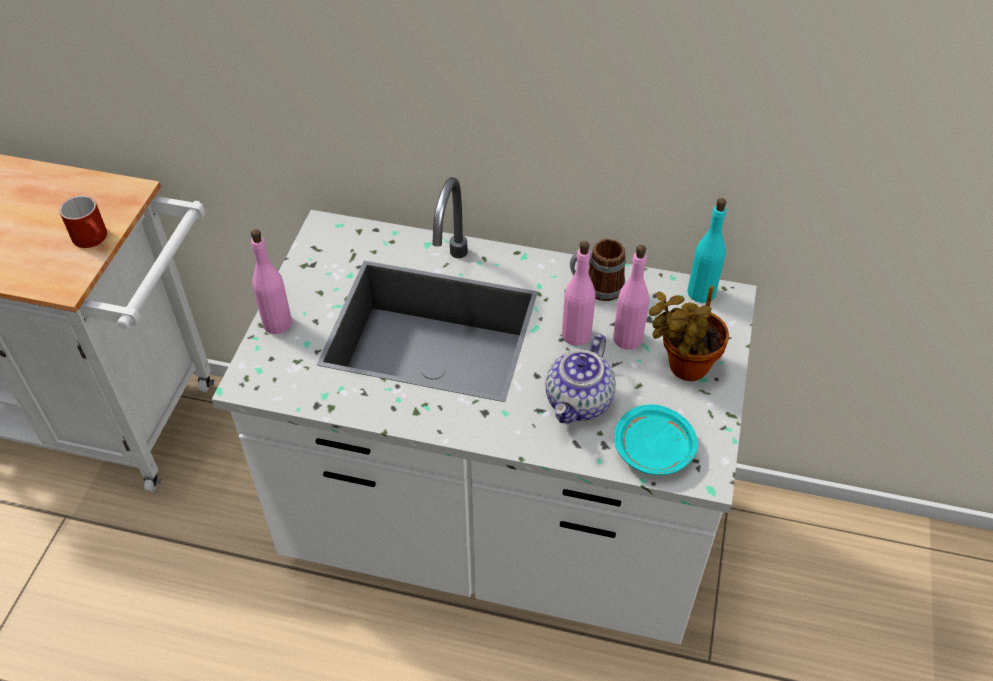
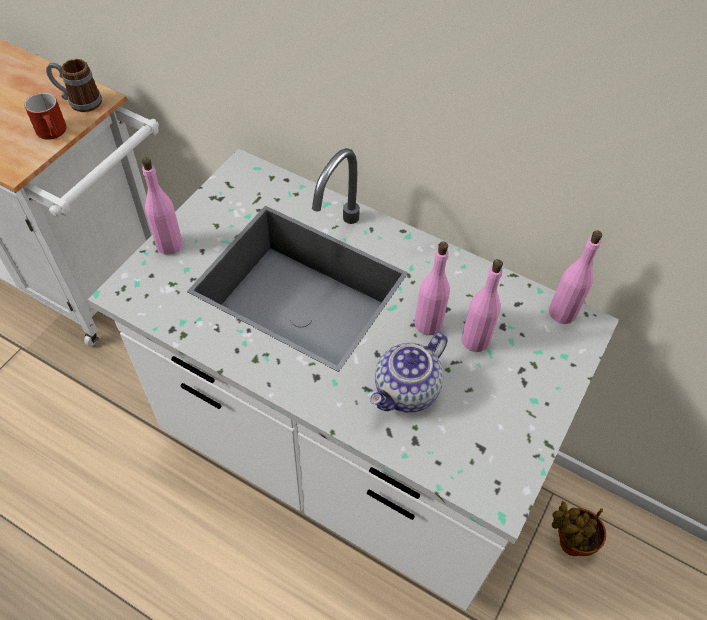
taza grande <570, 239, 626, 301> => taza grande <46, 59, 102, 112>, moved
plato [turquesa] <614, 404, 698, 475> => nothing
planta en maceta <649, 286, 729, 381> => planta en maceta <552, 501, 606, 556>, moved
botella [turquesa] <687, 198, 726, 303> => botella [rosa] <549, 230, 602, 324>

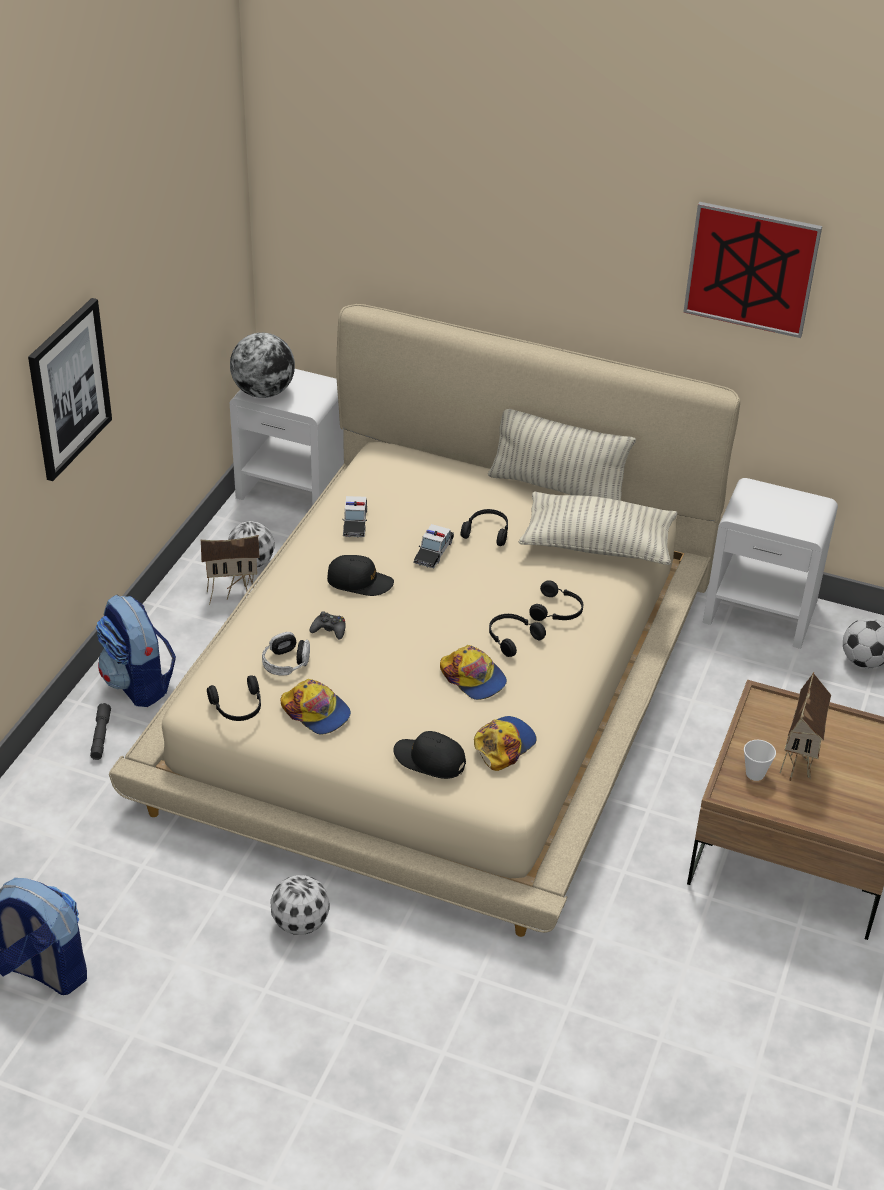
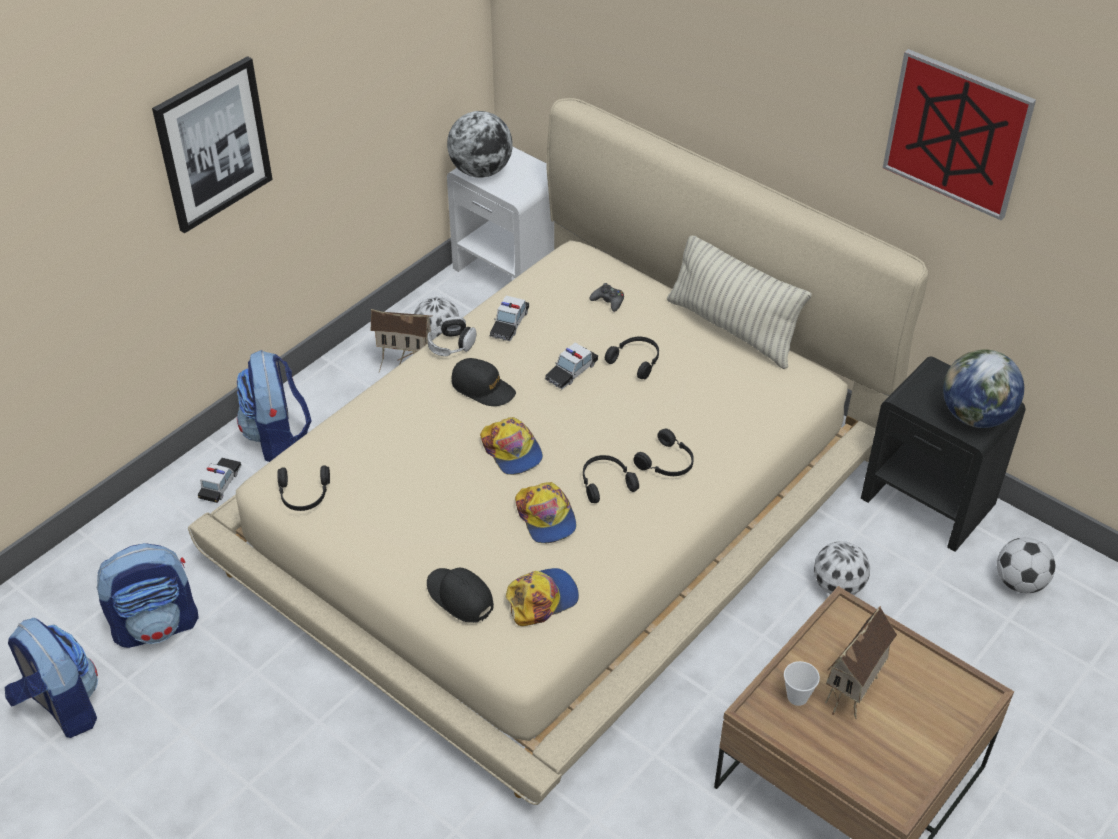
linterna [gris] <90, 703, 111, 760> => coche de juguete <198, 458, 242, 503>
auriculares <262, 632, 310, 676> => auriculares <427, 316, 476, 356>, moved
balón de fútbol <270, 875, 330, 935> => balón de fútbol <814, 542, 870, 595>, moved
gorra <280, 679, 351, 735> => gorra <480, 417, 543, 475>, moved
mando de consola [negro] <310, 611, 346, 640> => mando de consola [negro] <590, 283, 624, 312>, moved
cojín <519, 491, 677, 565> => nothing
mesita de noche [blanco] <703, 478, 838, 649> => mesita de noche [negro] <861, 357, 1025, 552>
nothing => mochila <96, 543, 199, 648>
nothing => globo terráqueo <943, 349, 1024, 428>

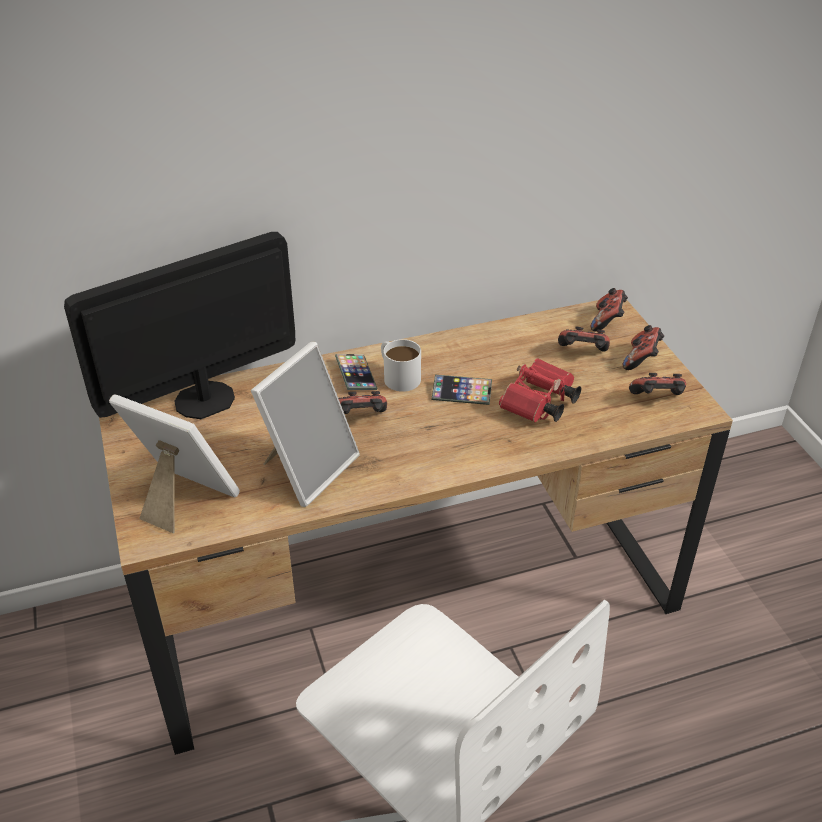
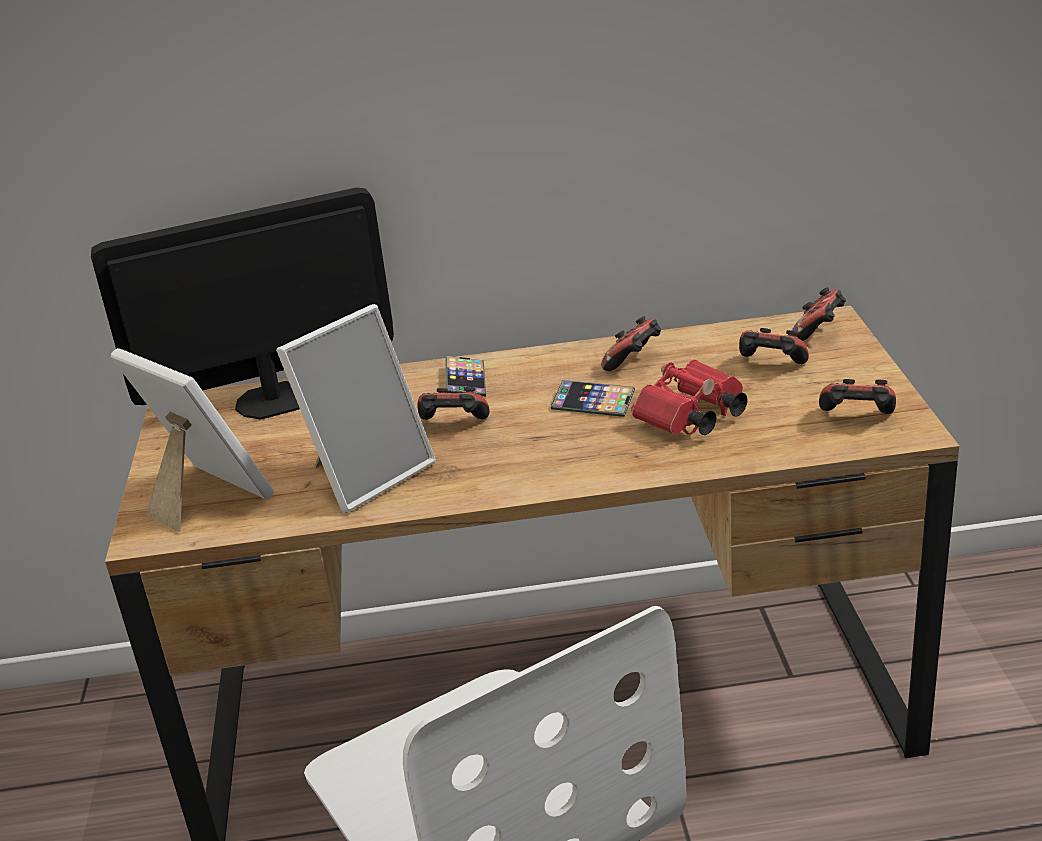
taza grande [blanco] <381, 339, 421, 392> => nothing
mando de consola <623, 325, 664, 370> => mando de consola <601, 316, 661, 371>, moved

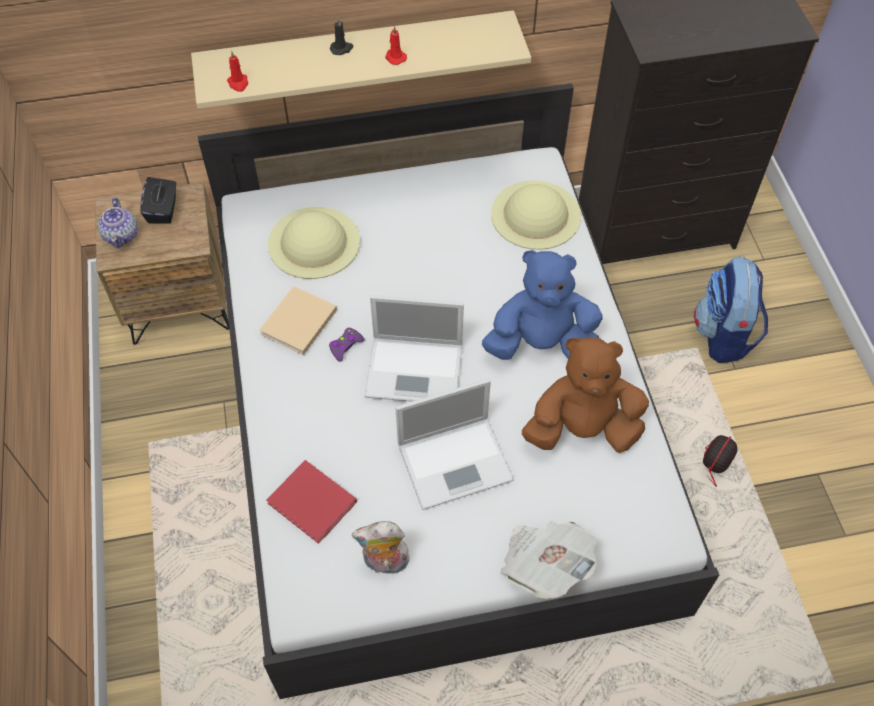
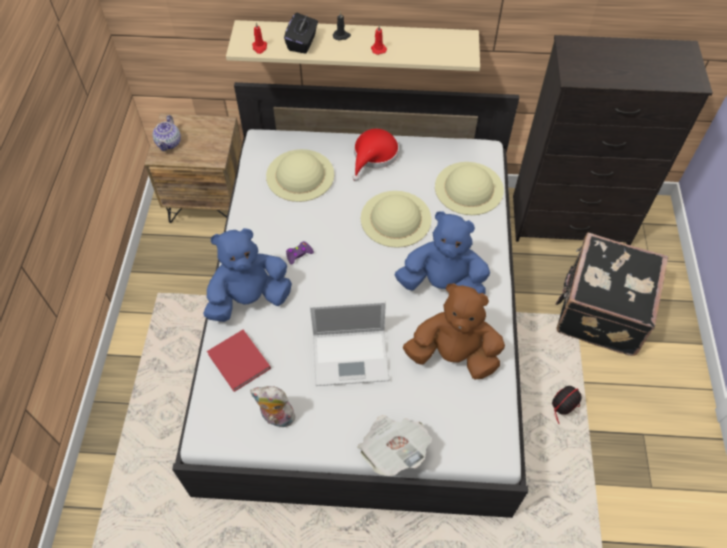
caja de pañuelos [negro] <140, 177, 176, 224> => caja de pañuelos [negro] <284, 13, 318, 54>, moved
libro [beis] <259, 286, 337, 355> => nothing
portátil <364, 295, 464, 402> => nothing
mochila <694, 257, 768, 363> => maleta [negro] <556, 233, 668, 356>
nothing => peluche [azul] <203, 228, 292, 322>
nothing => sombrero [rojo] <352, 129, 399, 181>
nothing => sombrero [beis] <361, 191, 432, 248>

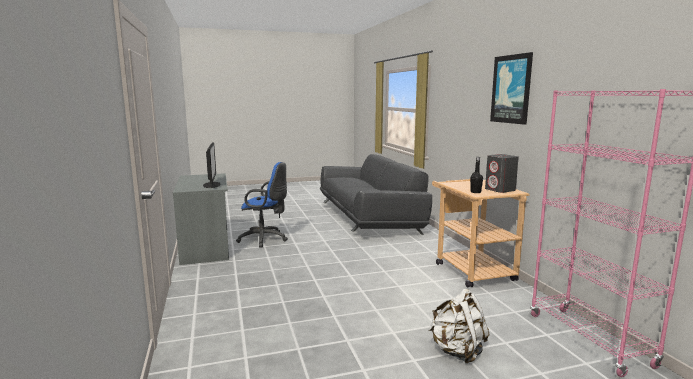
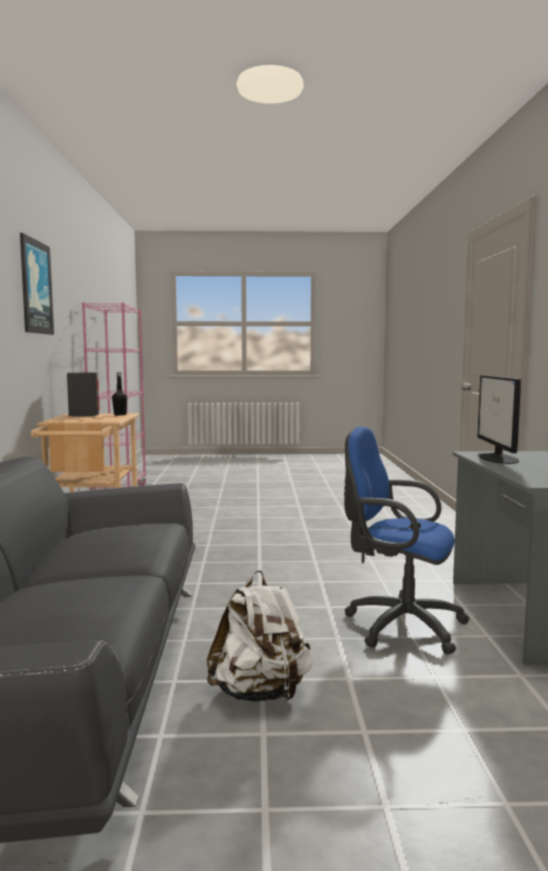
mochila [blanco] <428, 289, 490, 363> => mochila [blanco] <207, 570, 313, 702>, moved

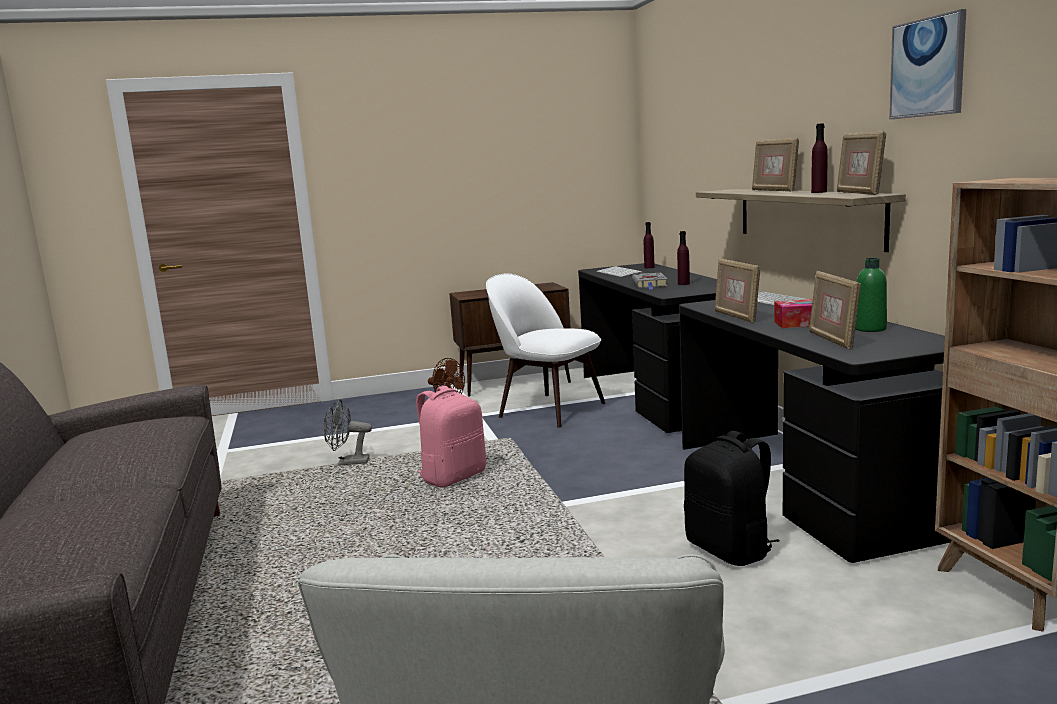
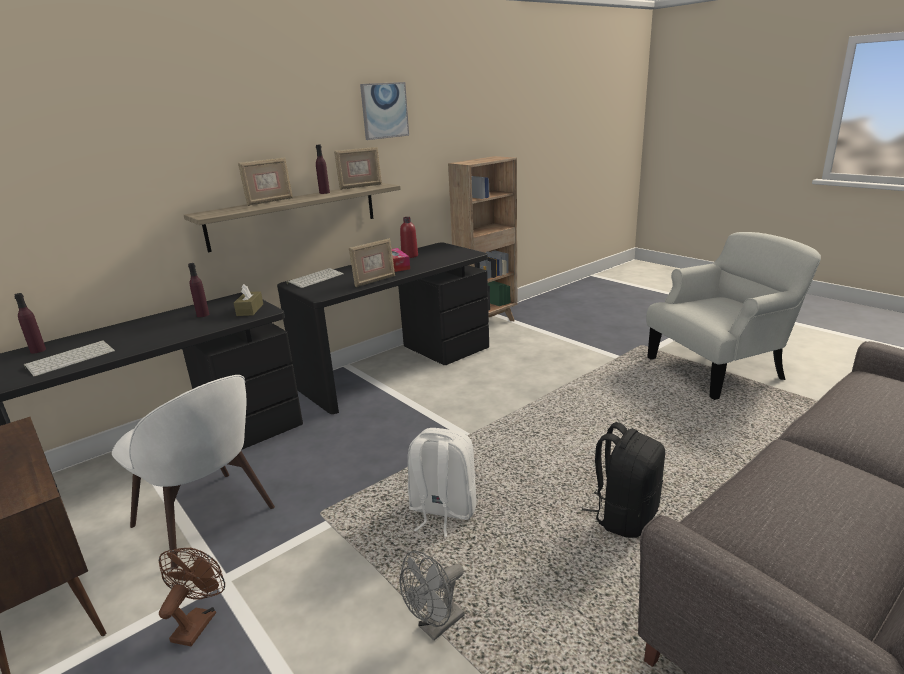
ventilador [gris] <323, 399, 372, 466> => ventilador [gris] <400, 551, 465, 640>, 75 degrees clockwise
mochila [rosa] <416, 386, 486, 487> => mochila [blanco] <408, 428, 477, 537>
silla [blanco] <486, 274, 606, 428> => silla [blanco] <112, 375, 275, 568>, 60 degrees counterclockwise
libro [gris] <632, 273, 667, 289> => nothing
mochila [negro] <684, 431, 780, 566> => mochila [negro] <582, 422, 665, 538>, moved
portarretratos <809, 271, 861, 350> => nothing
botella [verde] <855, 258, 887, 332> => botella [rojo] <400, 217, 418, 258>
nothing => caja de pañuelos [marrón] <234, 284, 263, 316>

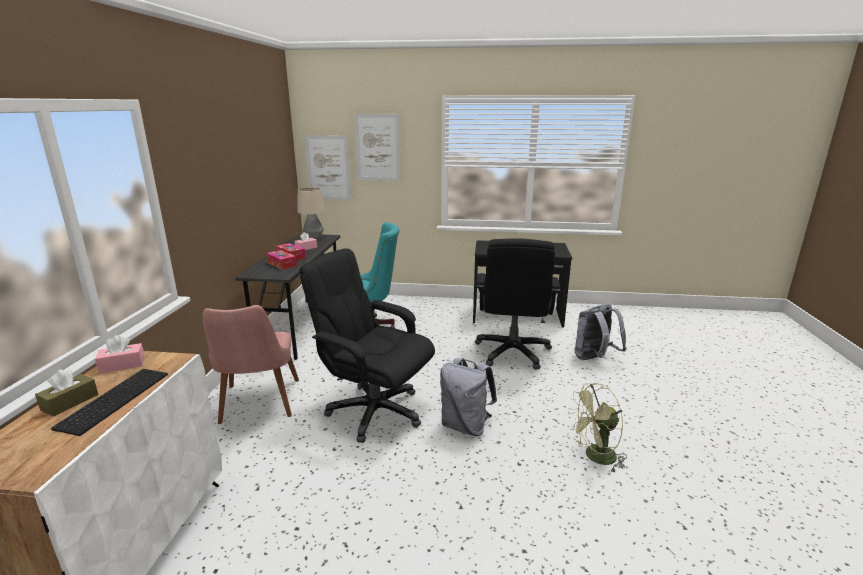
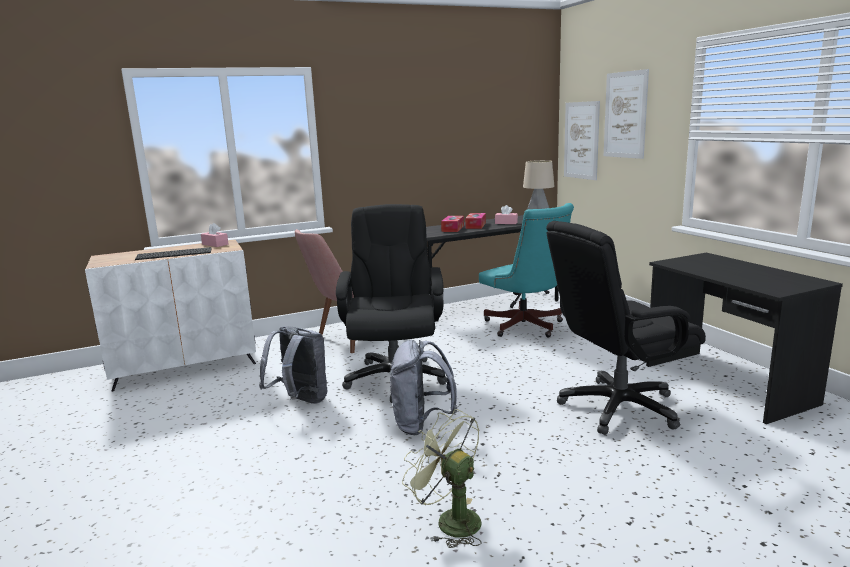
caja de pañuelos [marrón] <35, 370, 98, 417> => nothing
mochila [gris] <574, 305, 627, 360> => mochila [gris] <259, 326, 327, 403>, moved

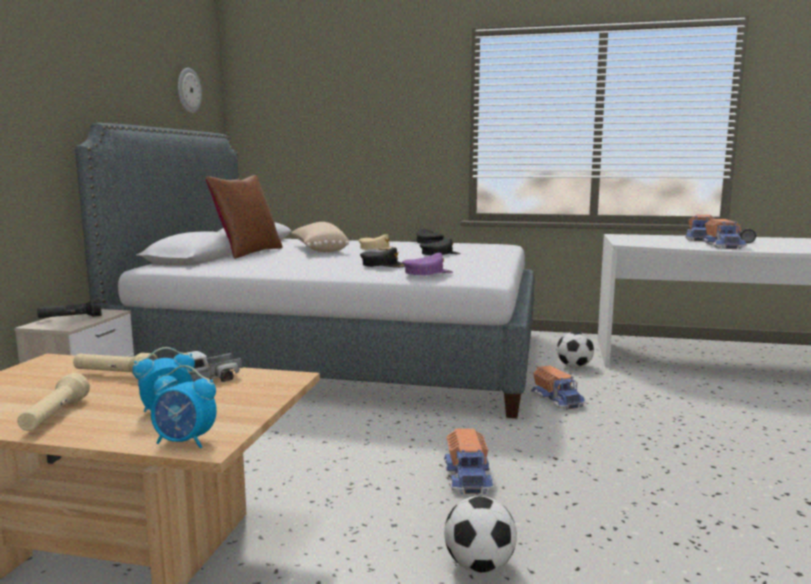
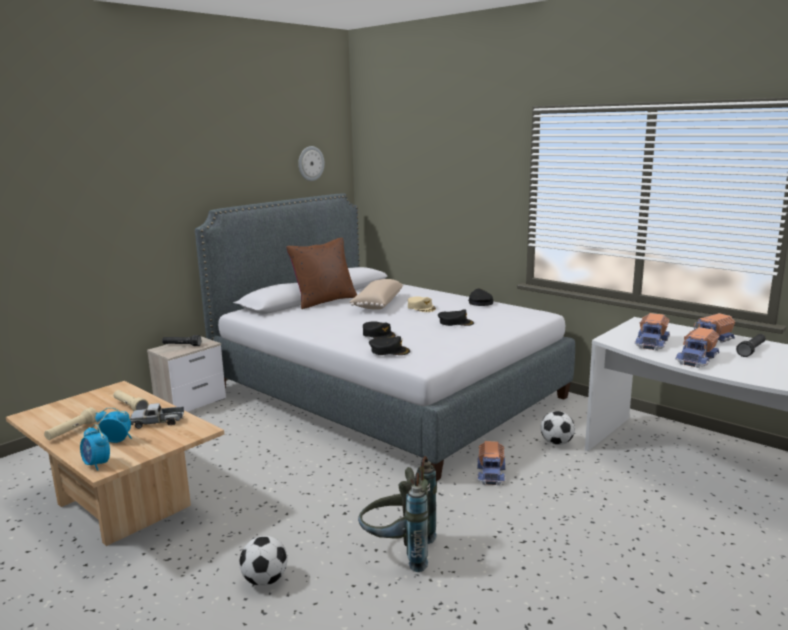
gorra [morado] <402, 253, 453, 275> => gorra [negro] <369, 336, 410, 355>
camión de juguete <444, 428, 494, 495> => camión de juguete <635, 313, 670, 351>, moved
nothing => mochila [gris] <358, 456, 437, 572>

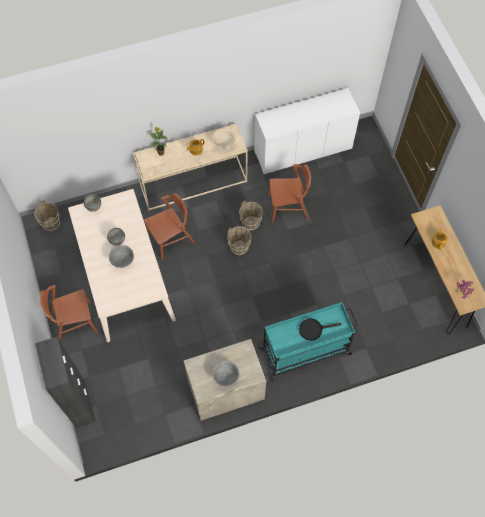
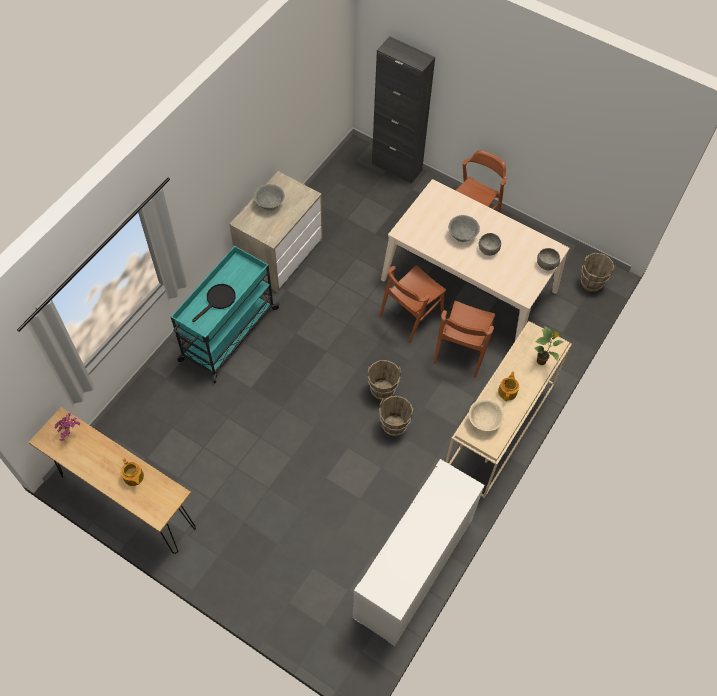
silla [marrón] <268, 164, 311, 223> => silla [marrón] <379, 265, 446, 343>, moved

